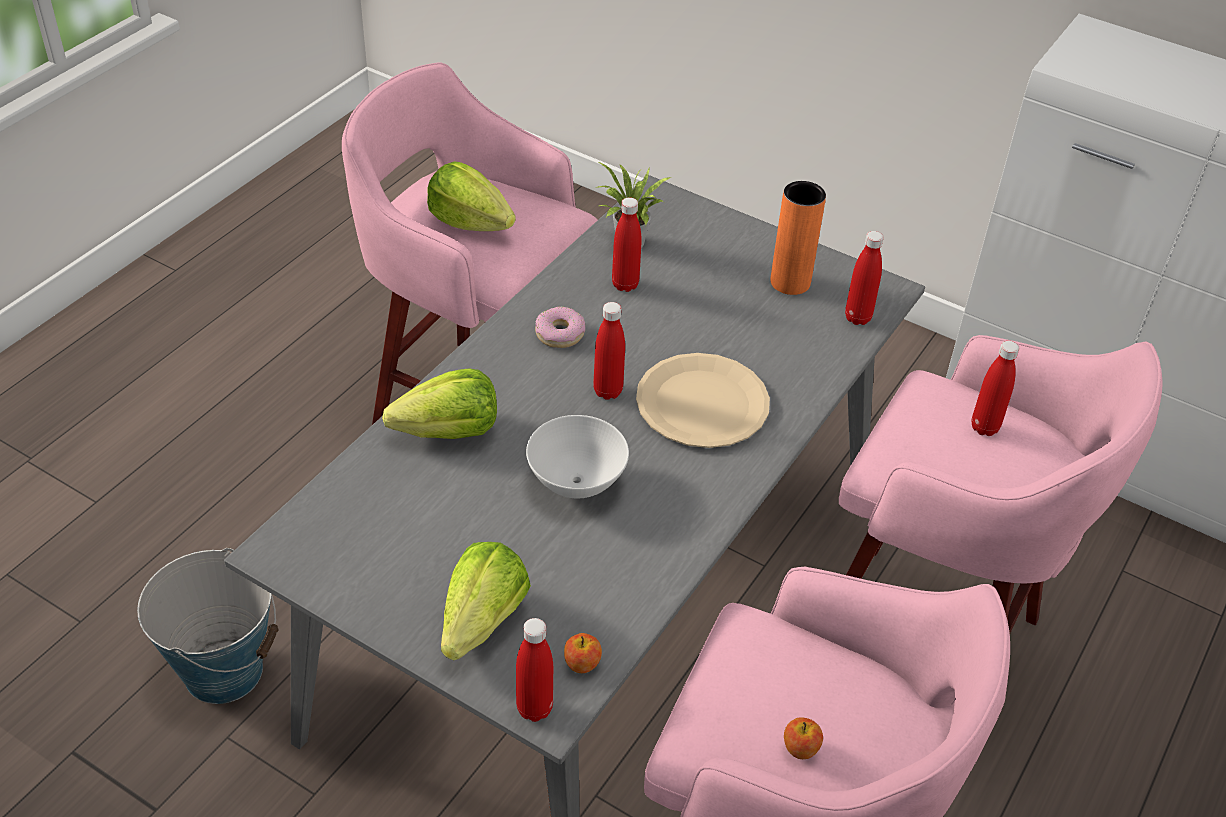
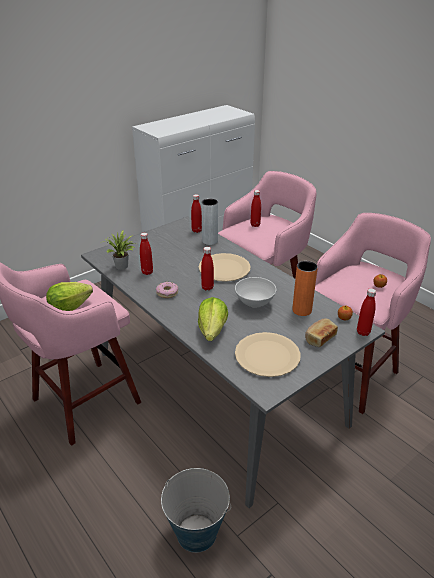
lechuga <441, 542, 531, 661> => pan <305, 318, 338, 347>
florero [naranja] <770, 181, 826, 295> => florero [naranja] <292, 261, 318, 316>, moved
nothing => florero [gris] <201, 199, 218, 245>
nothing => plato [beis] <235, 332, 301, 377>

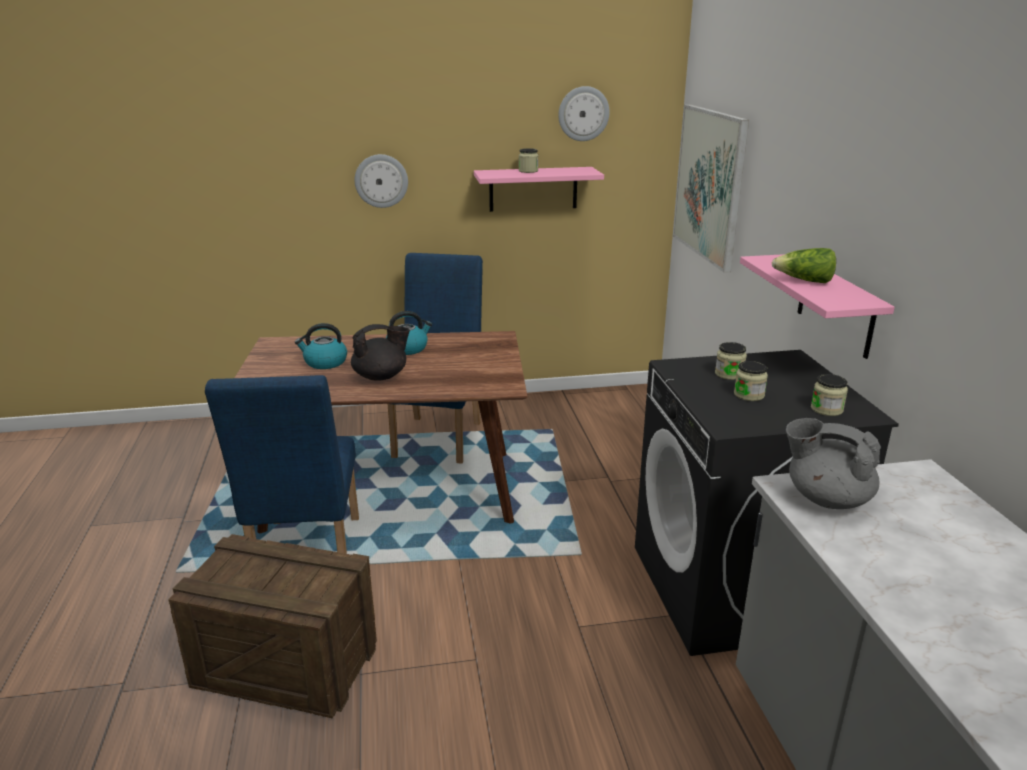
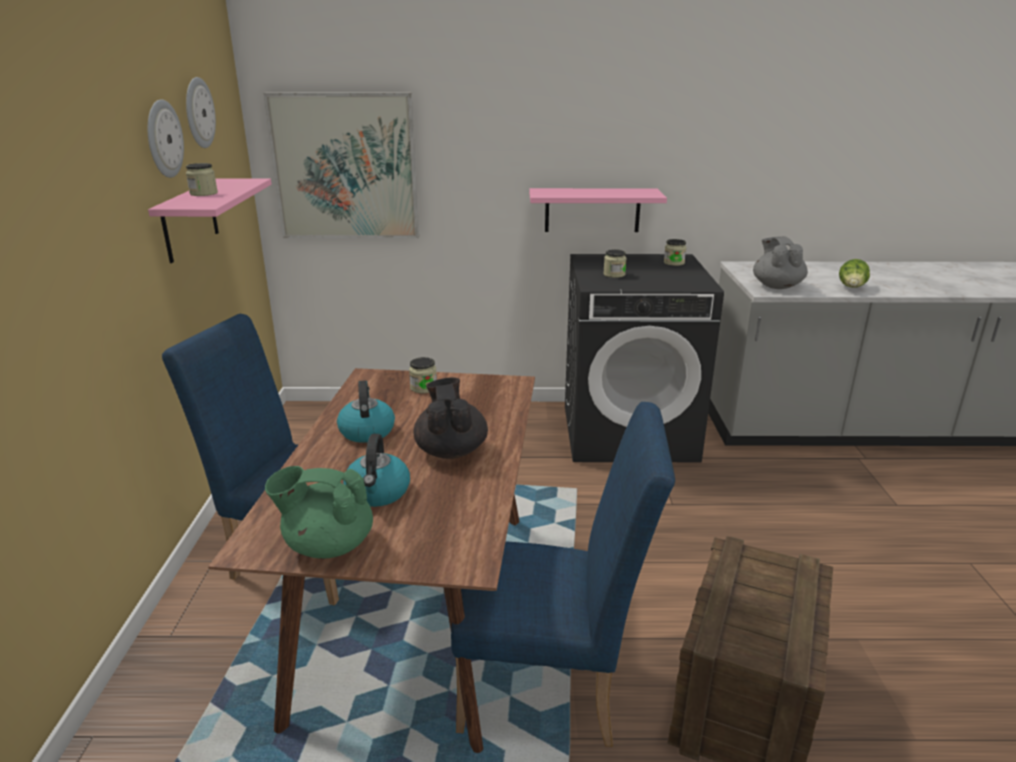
reloj de pared <355, 154, 408, 208> => reloj de pared <148, 99, 184, 178>, moved
tarro <734, 361, 768, 401> => tarro <409, 357, 437, 393>, moved
lechuga <772, 248, 836, 283> => lechuga <839, 259, 870, 288>, moved
tetera [gris] <786, 418, 881, 509> => tetera [gris] <753, 236, 808, 289>, 135 degrees clockwise
nothing => tetera [verde] <265, 466, 373, 559>

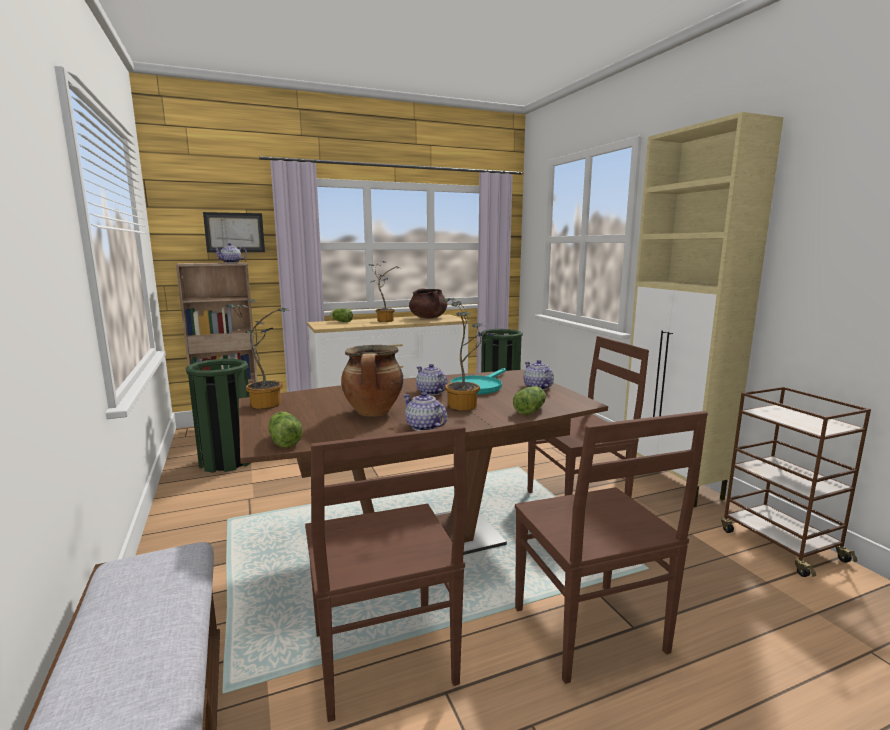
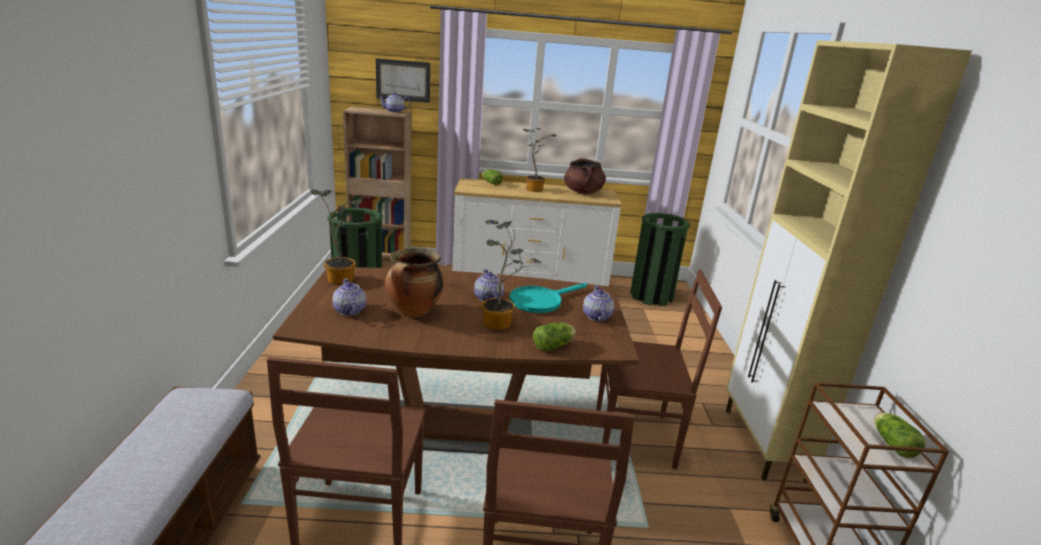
lechuga <269, 412, 303, 448> => lechuga <874, 412, 926, 458>, moved
tetera <403, 392, 448, 431> => tetera <332, 279, 366, 316>, moved

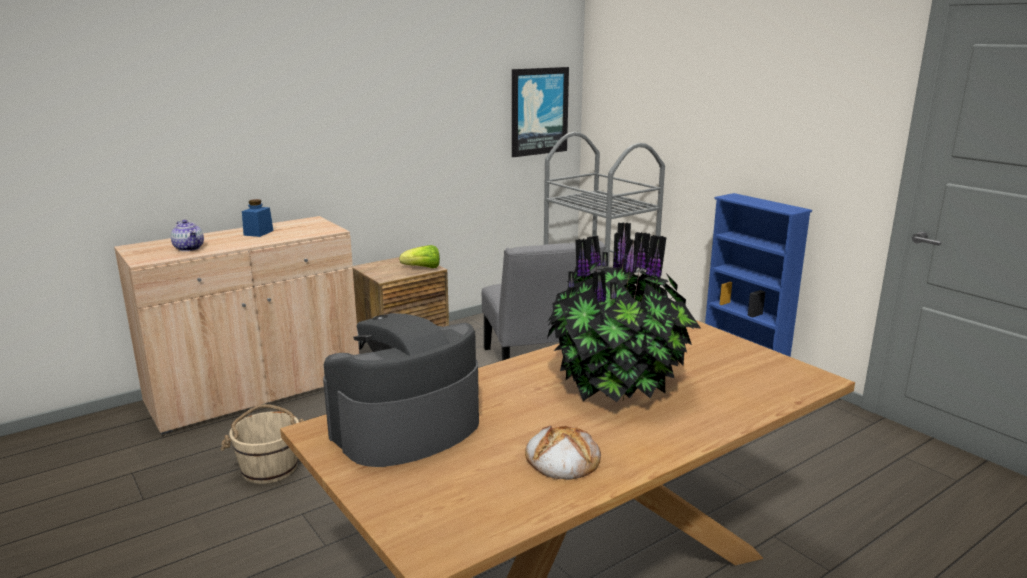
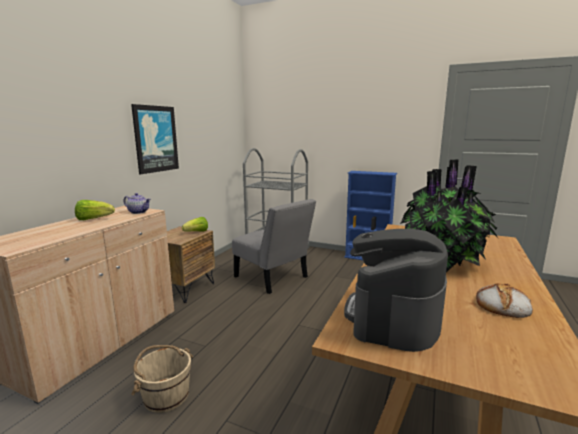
tetera <171, 220, 204, 251> => tetera <124, 193, 151, 214>, moved
tarro [azul] <242, 199, 274, 237> => lechuga <75, 200, 115, 220>
cuadro <512, 67, 569, 157> => cuadro <131, 104, 179, 174>, moved

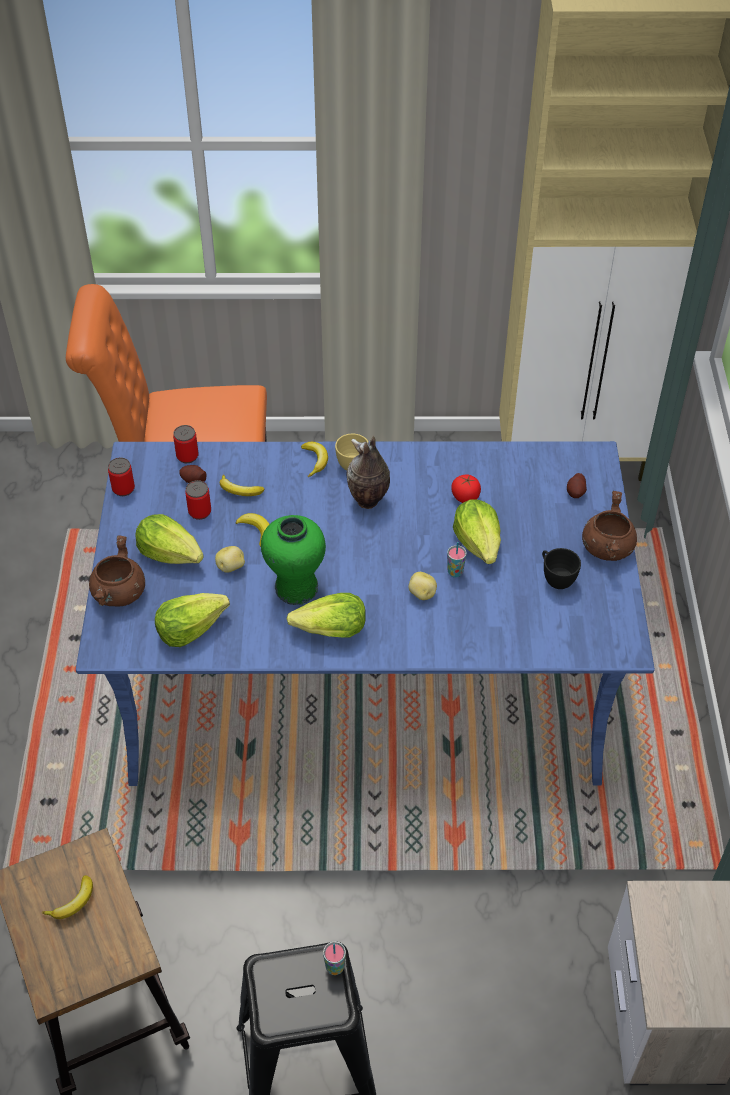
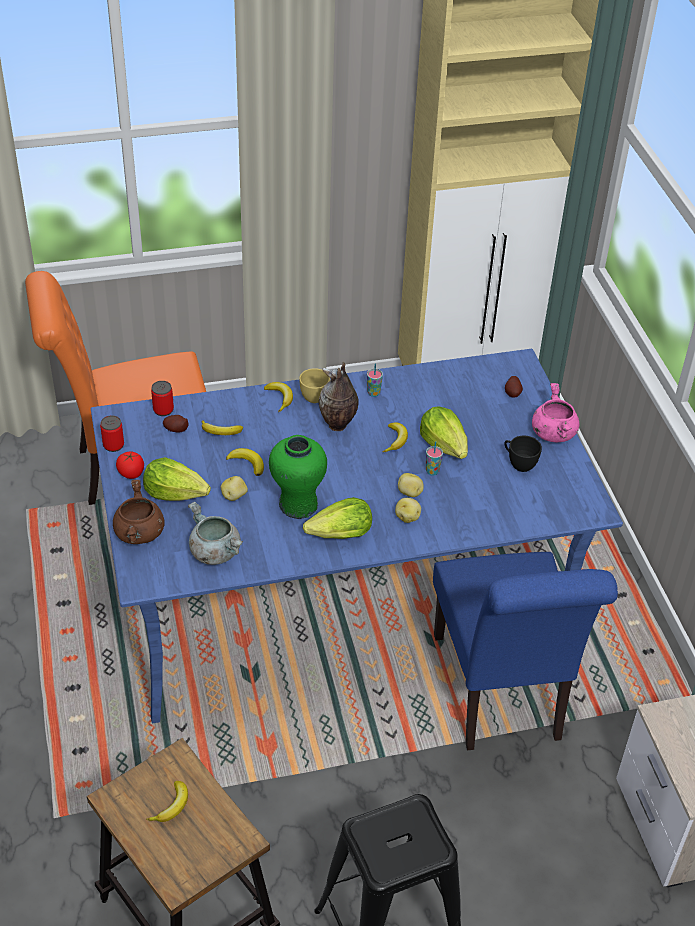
lechuga <155, 593, 230, 647> => olla [gris] <188, 502, 243, 565>
lata <185, 480, 211, 520> => nothing
taza <323, 942, 346, 975> => taza <367, 363, 383, 397>, moved
tomate <451, 474, 481, 503> => tomate <116, 451, 144, 479>, moved
olla [marrón] <582, 491, 637, 561> => olla [rosa] <532, 383, 579, 442>
nothing => plátano <382, 422, 408, 452>
nothing => patata <395, 498, 421, 523>
nothing => silla [azul] <433, 552, 618, 750>

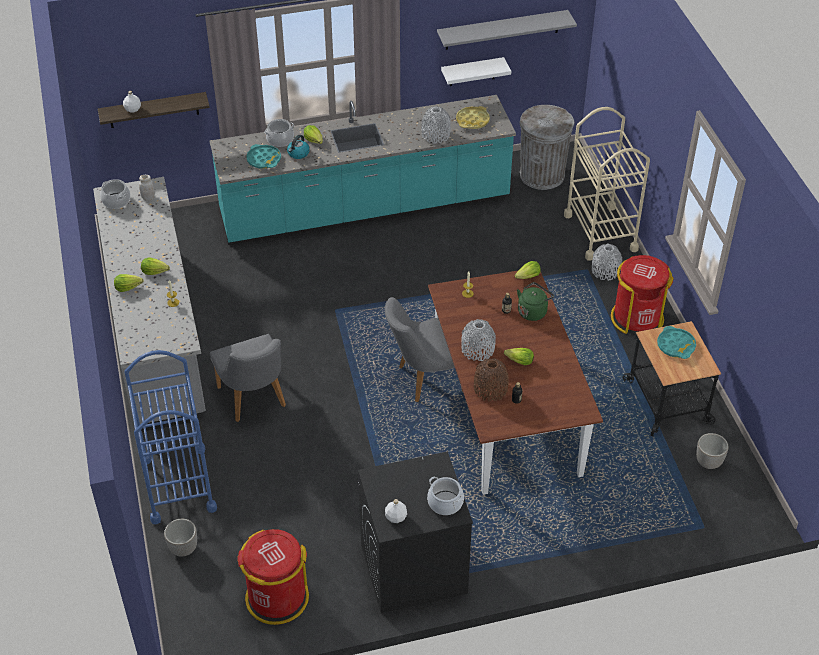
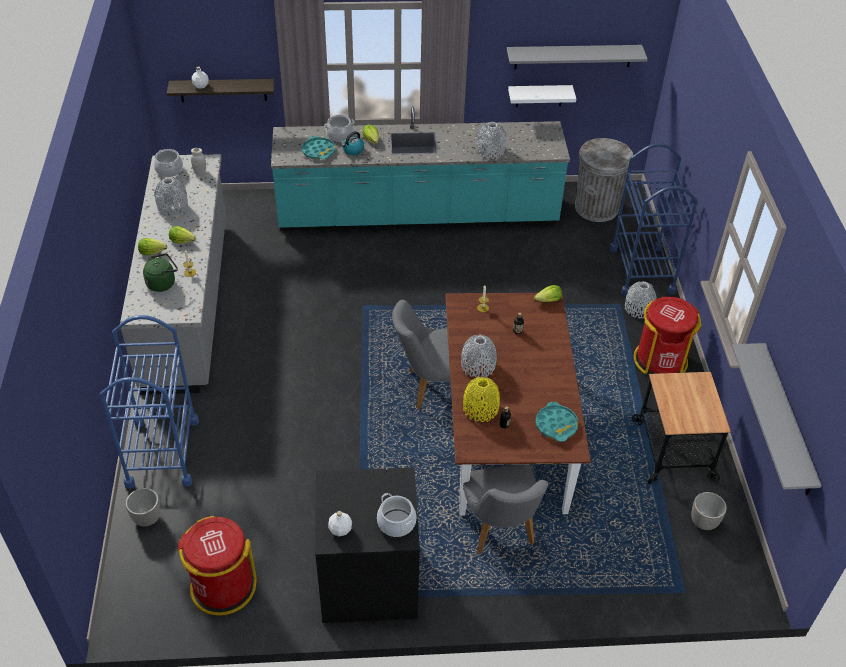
silla [gris] <210, 334, 286, 422> => silla [gris] <463, 464, 548, 554>, moved
bandeja [amarillo] <456, 106, 490, 129> => nothing
florero [marrón] <474, 358, 509, 402> => florero [amarillo] <463, 377, 500, 422>
lechuga <504, 348, 534, 365> => nothing
hervidor [verde] <517, 282, 554, 321> => hervidor [verde] <143, 253, 178, 292>, moved
carrito [beis] <564, 107, 650, 261> => carrito [azul] <609, 143, 698, 296>
bandeja [turquesa] <657, 326, 696, 359> => bandeja [turquesa] <535, 402, 579, 442>, moved
nothing => florero [gris] <154, 178, 188, 217>
nothing => estante [gris] <732, 343, 822, 495>

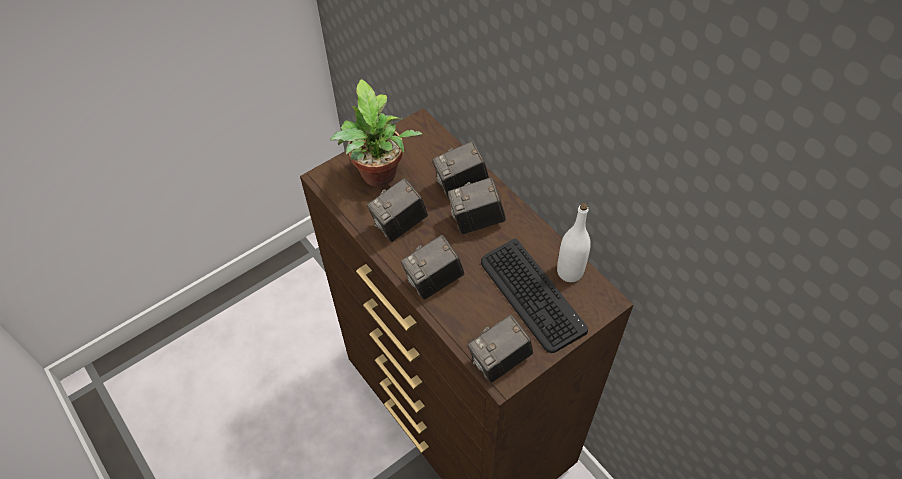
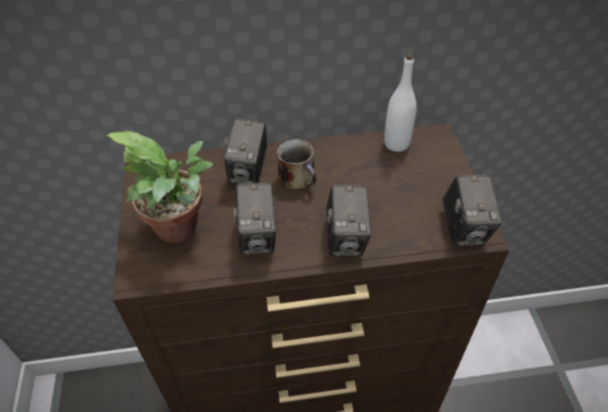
cámara <448, 177, 506, 234> => taza grande <277, 139, 317, 190>
teclado <481, 238, 588, 353> => nothing

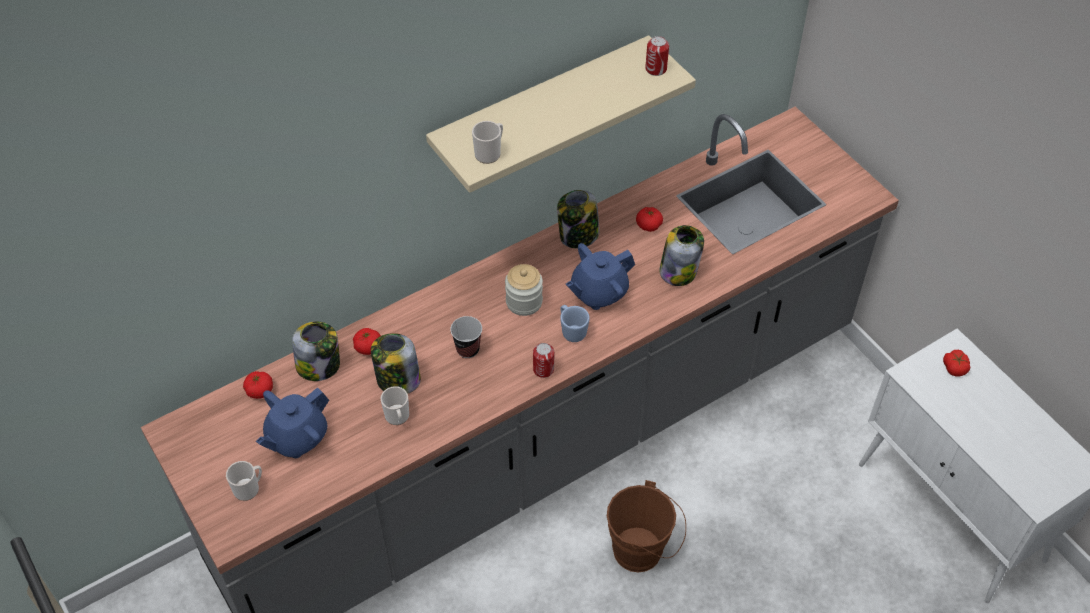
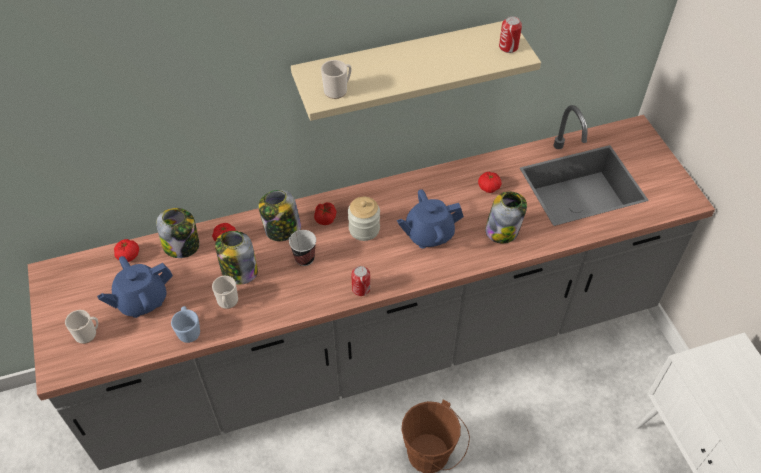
tarro <557, 190, 600, 248> => tarro <258, 190, 301, 241>, moved
taza grande [azul] <560, 305, 590, 342> => taza grande [azul] <171, 306, 200, 343>, moved
tomate <943, 350, 970, 376> => tomate <314, 202, 337, 225>, moved

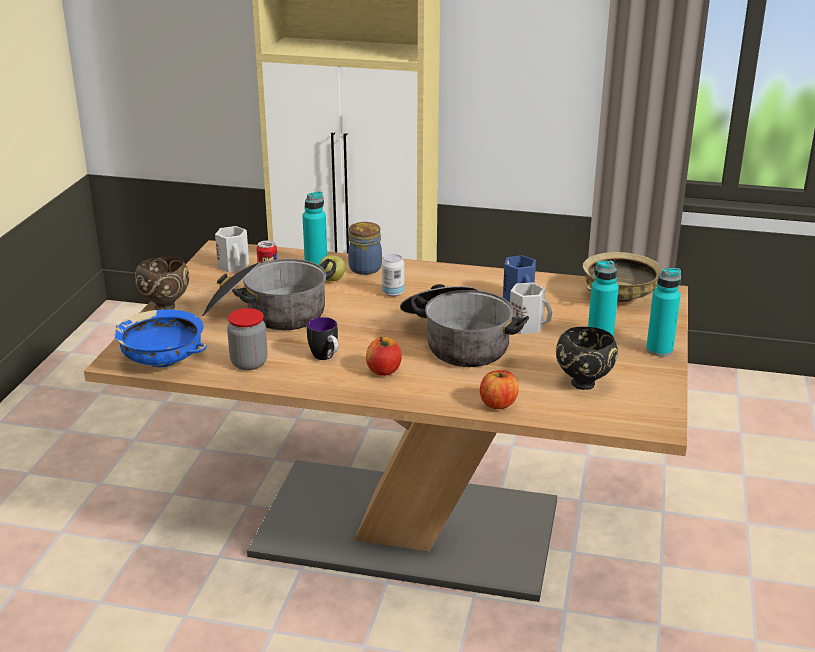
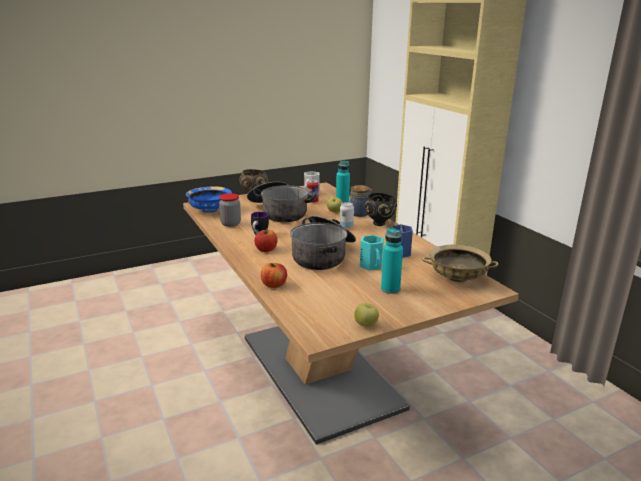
taza grande [blanco] <510, 283, 552, 334> => taza grande [turquesa] <360, 235, 384, 271>
cuenco [negro] <556, 327, 618, 390> => cuenco [negro] <365, 193, 397, 226>, moved
botella [turquesa] <646, 268, 681, 356> => nothing
nothing => manzana <354, 303, 379, 327>

